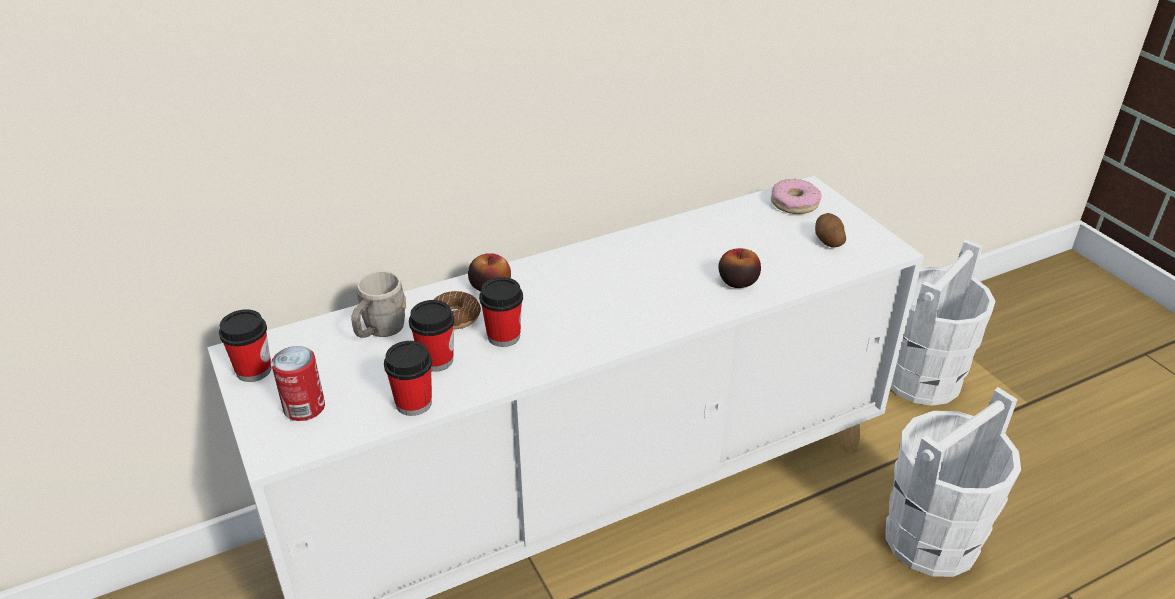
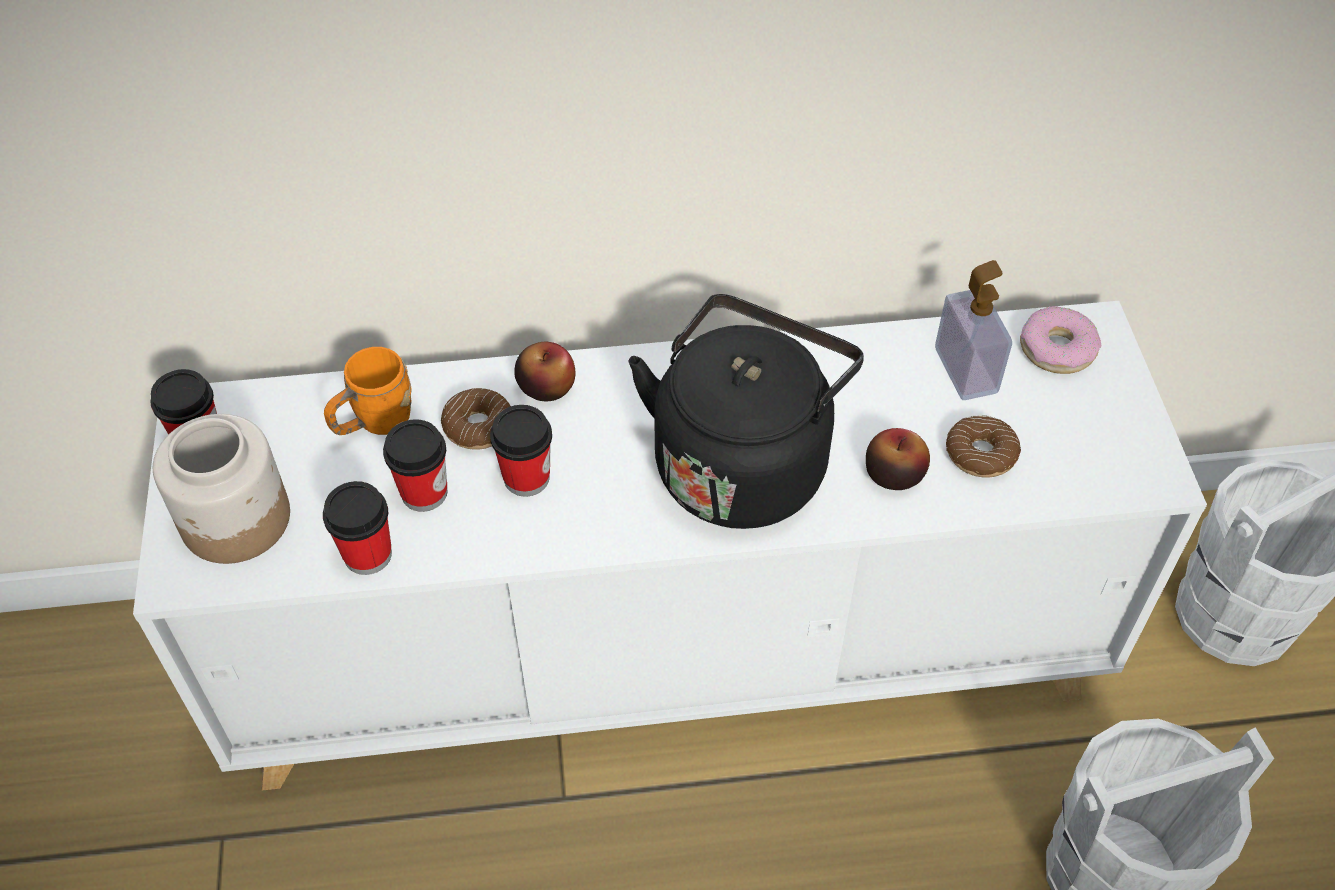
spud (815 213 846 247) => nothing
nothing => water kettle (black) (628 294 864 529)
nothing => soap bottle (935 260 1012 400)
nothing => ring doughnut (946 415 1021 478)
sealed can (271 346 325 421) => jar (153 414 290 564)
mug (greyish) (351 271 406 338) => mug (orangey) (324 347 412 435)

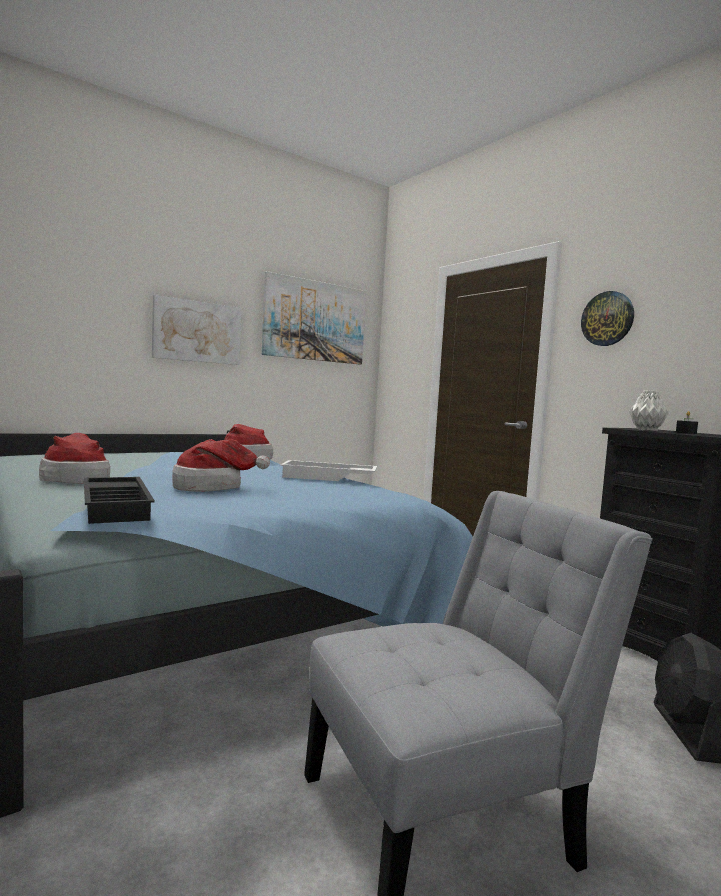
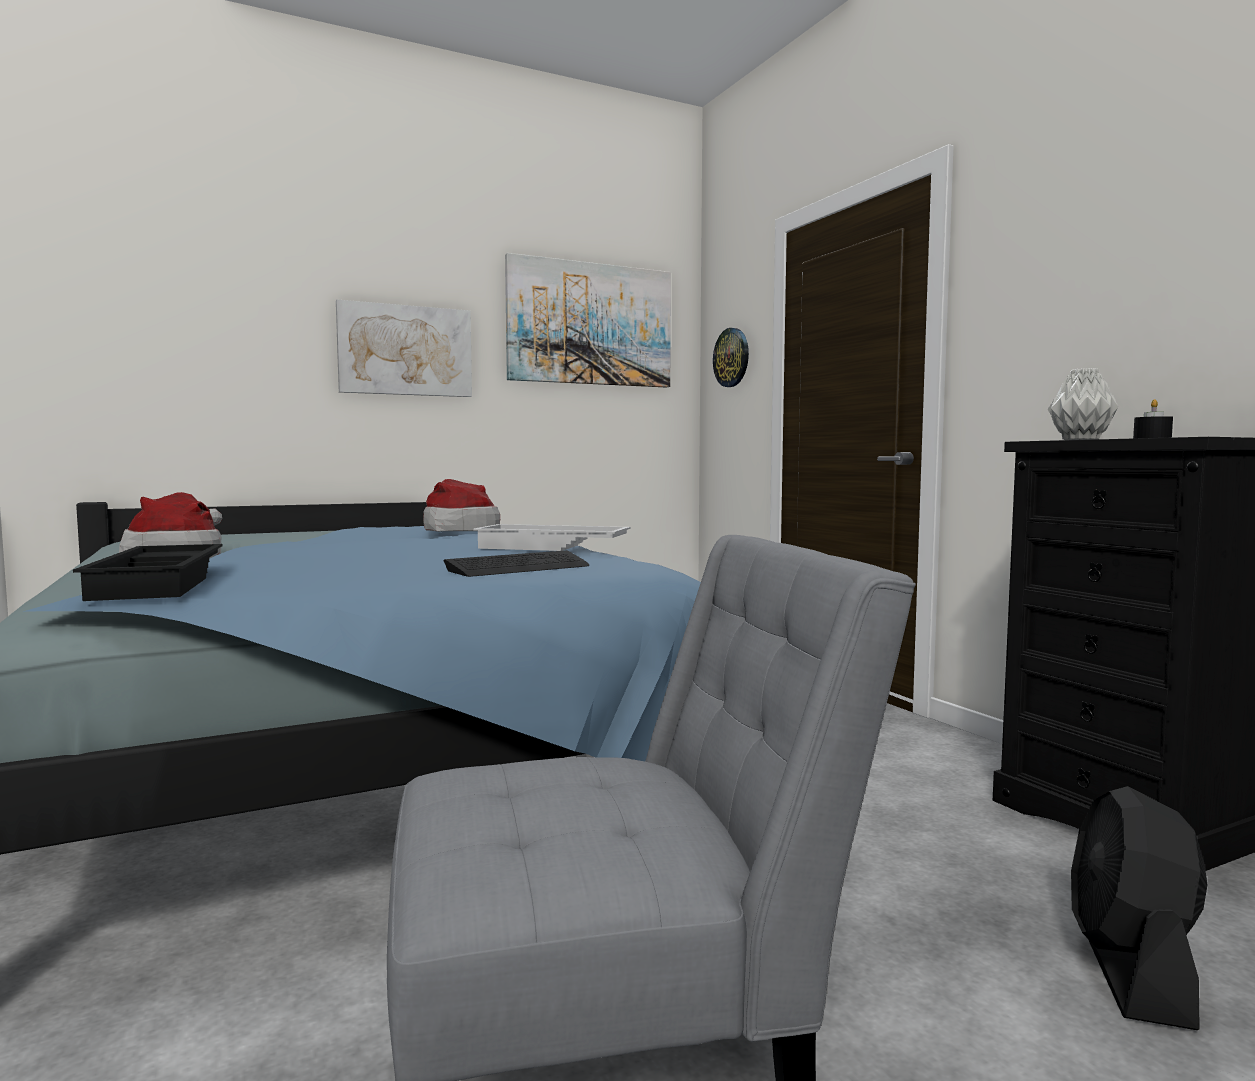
hat (172 439 270 492) => nothing
nothing => keyboard (444 550 589 577)
hanging clock (581 291 634 346) => hanging clock (713 328 749 387), relocated

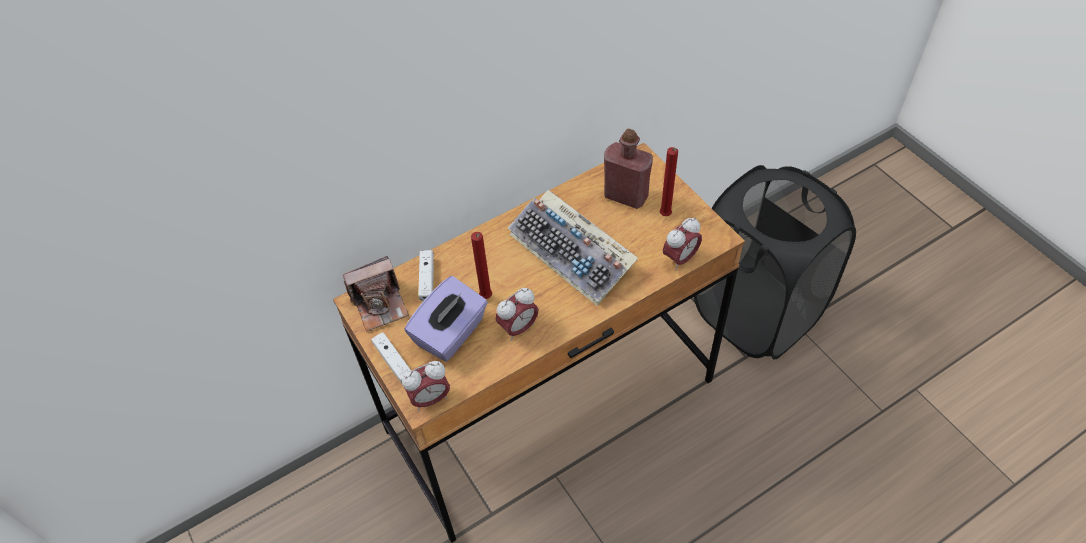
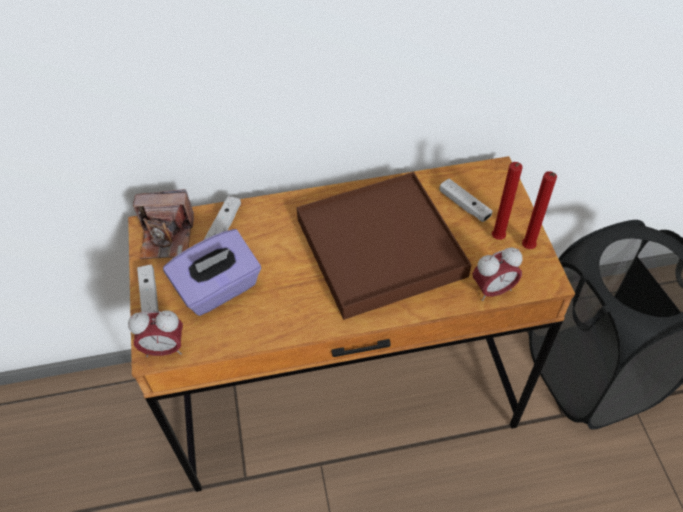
alarm clock (496 288 539 341) => nothing
wax light (reddish) (471 232 492 299) => wax light (reddish) (522 171 557 249), relocated
keyboard (508 190 638 306) => tray (brown) (296 172 471 320)
beverage bottle (reddish) (604 129 653 209) => joypad (white) (439 179 492 222)

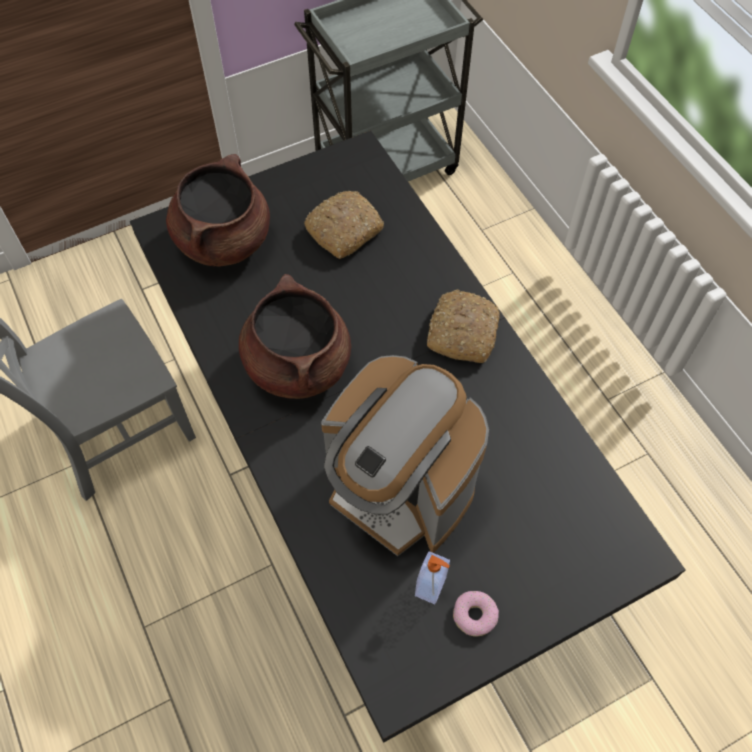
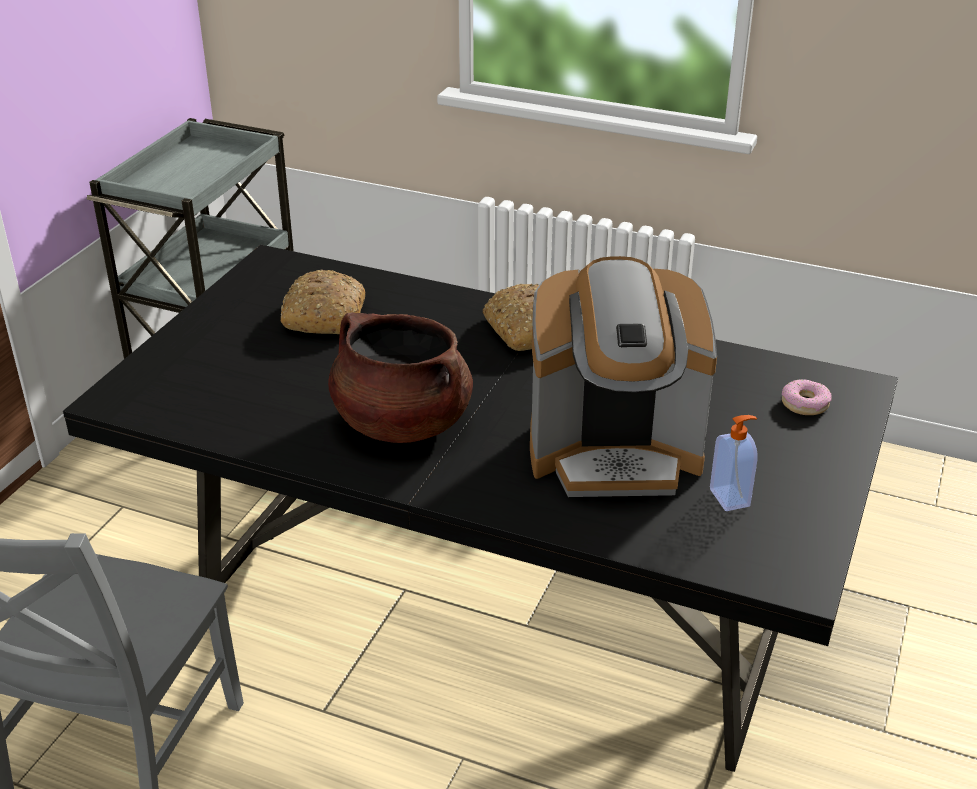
stockpot (brown) (166 154 270 266) => nothing
ring doughnut (453 591 499 636) => ring doughnut (782 379 832 415), relocated

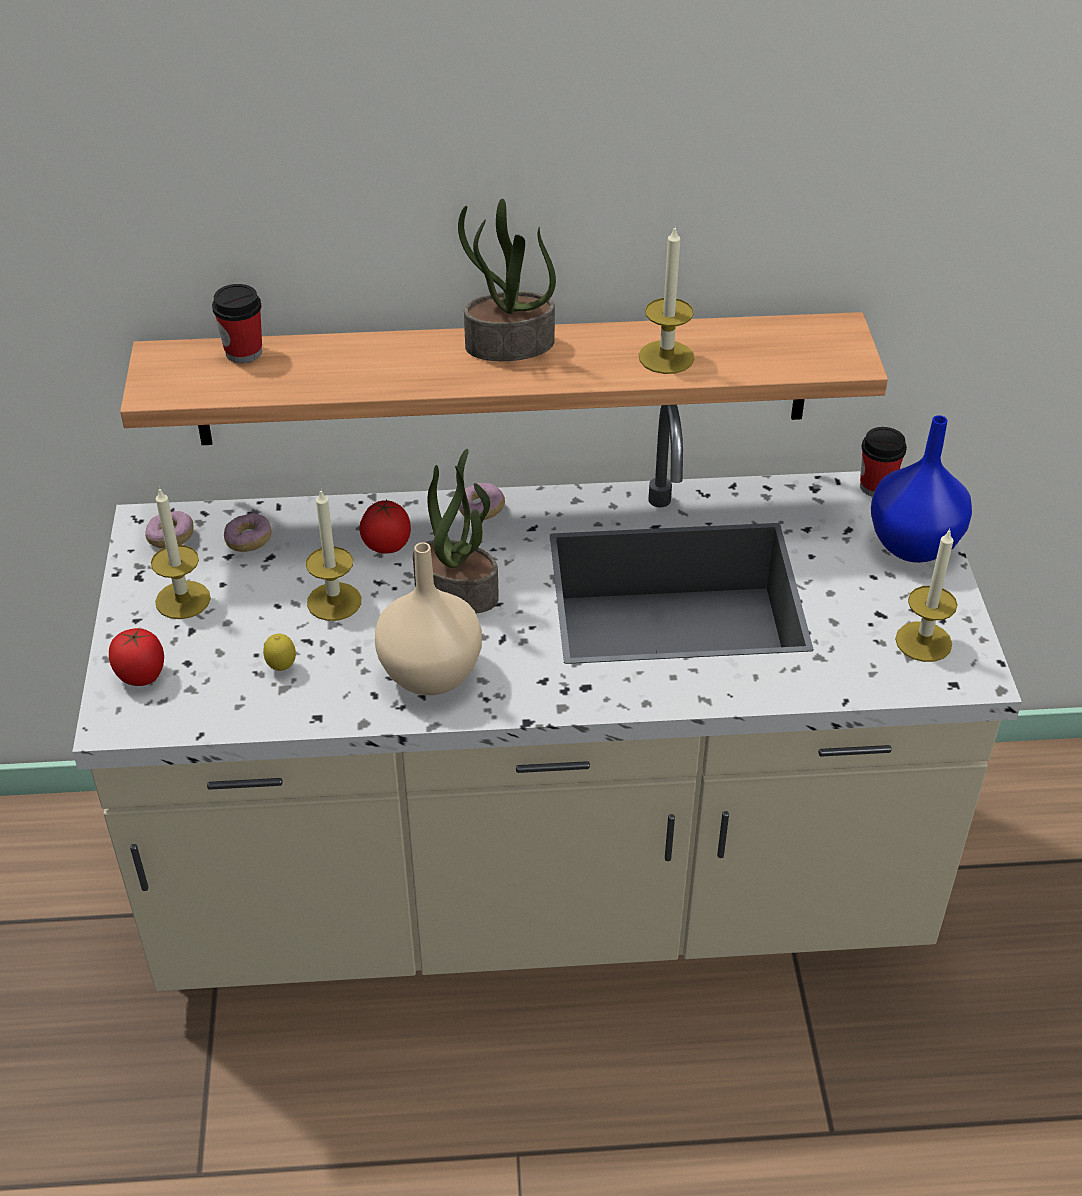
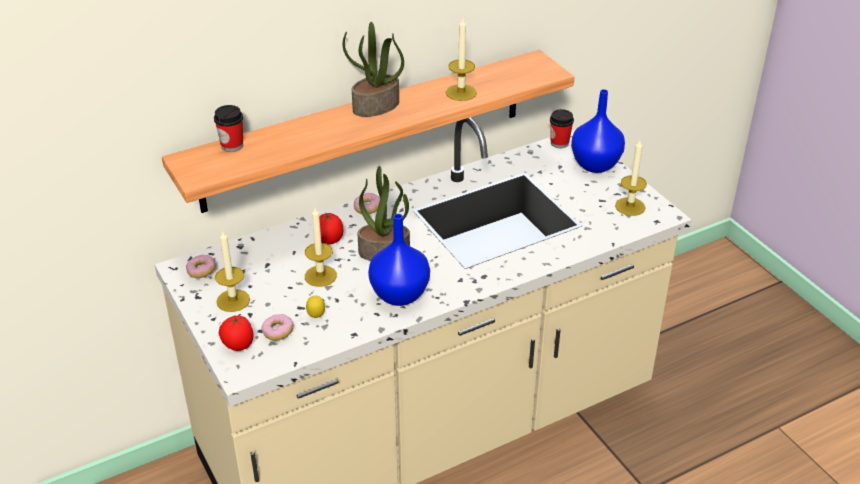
ring doughnut (224 513 272 552) => ring doughnut (262 314 294 341), relocated
vase (beige-coloured) (375 542 482 695) => vase (bluish) (368 214 430 306)

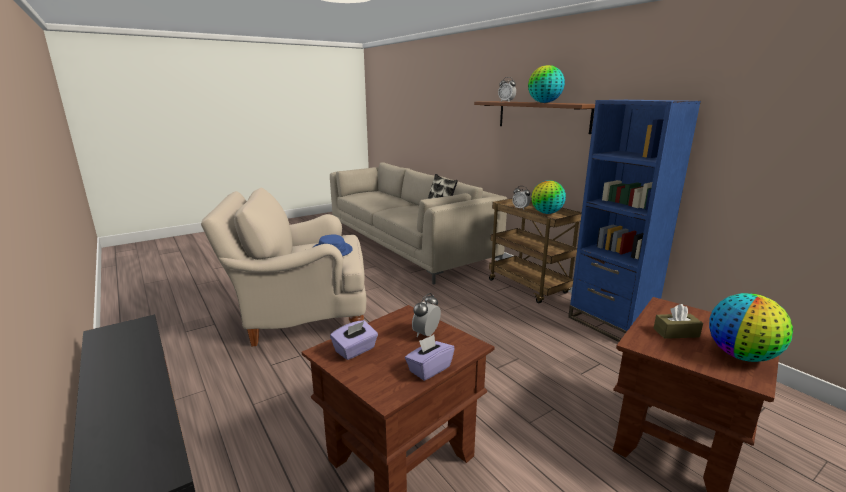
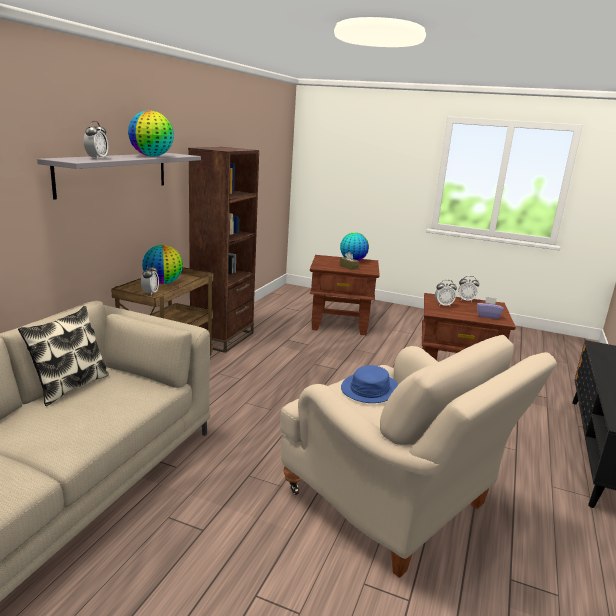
box of tissues (purple) (405 335 455 381) => alarm clock (458 276 479 302)
shelf (brown) (474 101 595 134) => shelf (greyish) (37 153 201 200)
bookshelf (bluish) (568 100 701 342) => bookshelf (brown) (188 147 259 353)

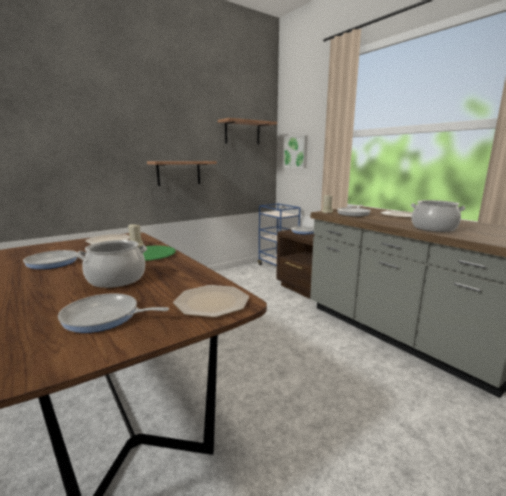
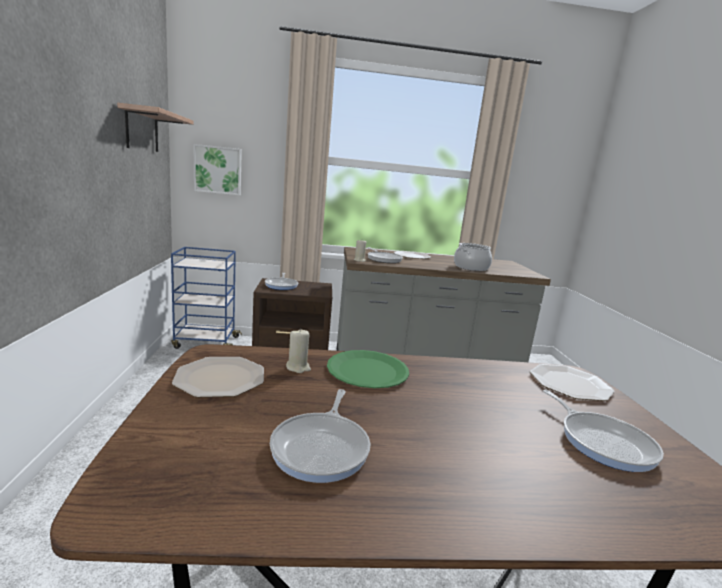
stockpot (77 240 147 288) => nothing
shelf (147 161 217 186) => nothing
skillet (58 293 169 333) => skillet (543 390 664 472), 60 degrees counterclockwise

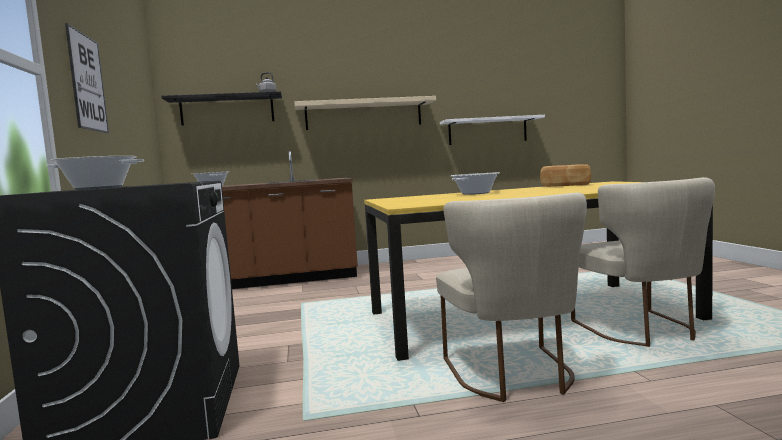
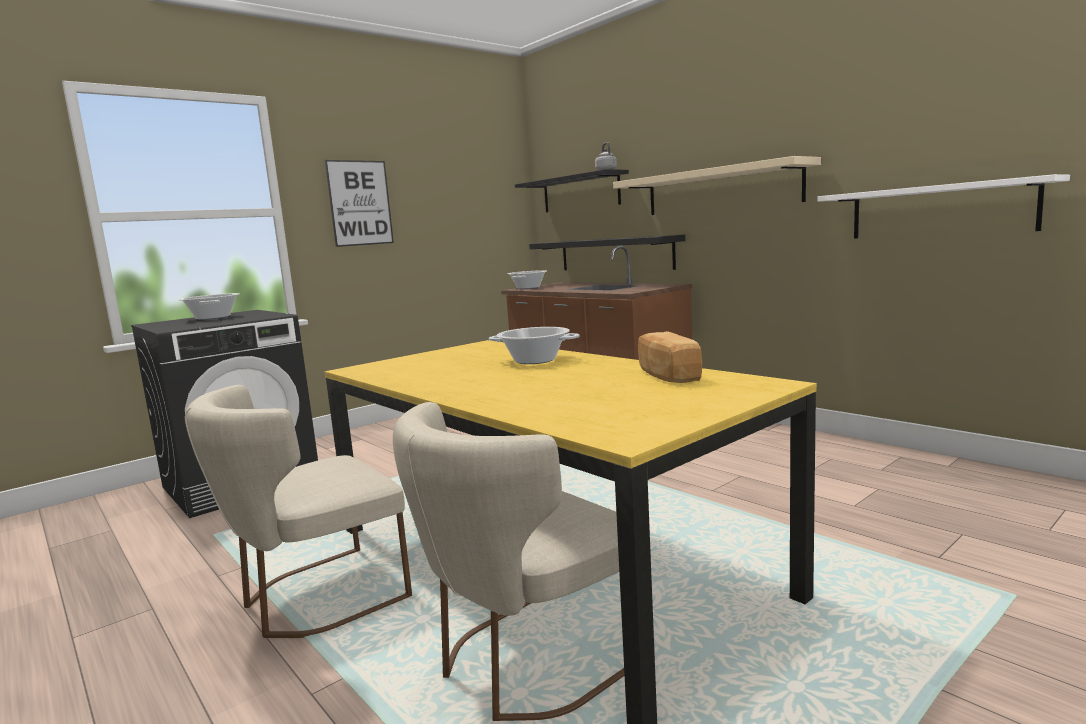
nothing => shelf (black) (529 235 685 270)

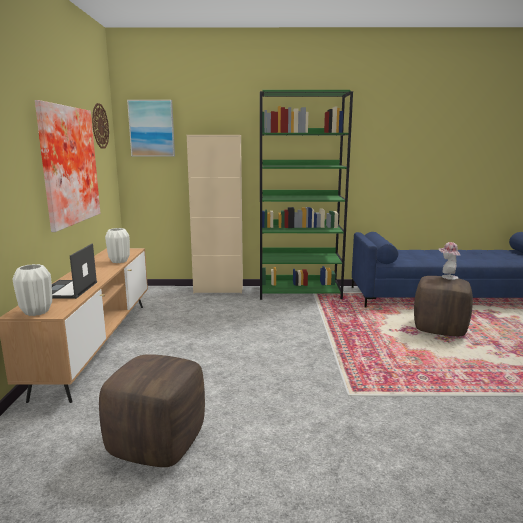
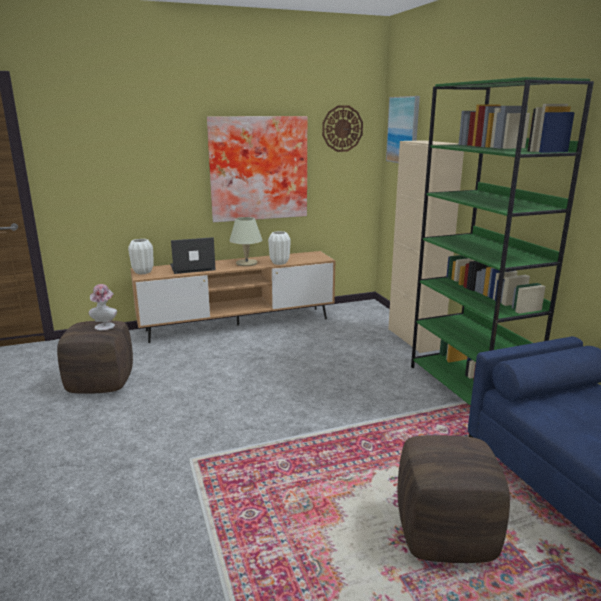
nothing => tabletop lamp (beige-coloured) (229 217 262 266)
hat (438 242 460 280) => hat (89 284 117 330), relocated

